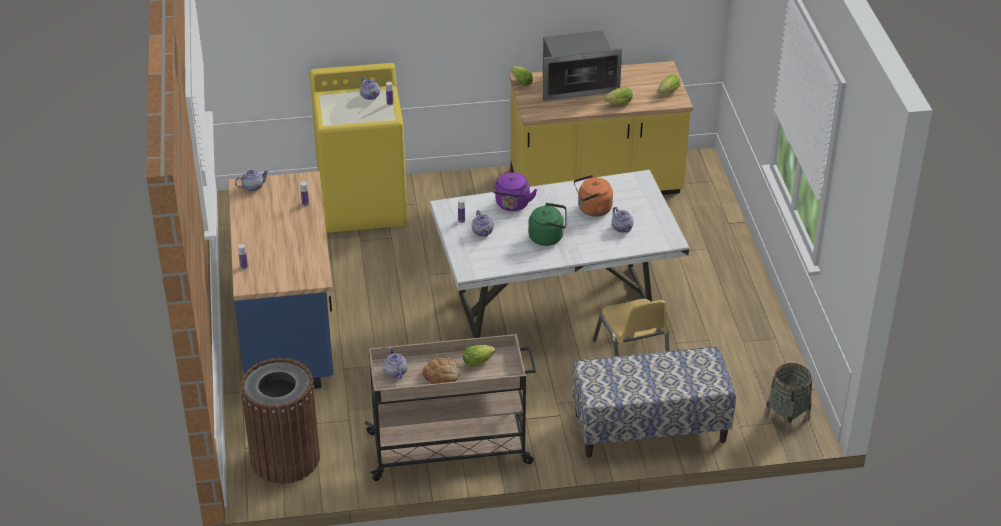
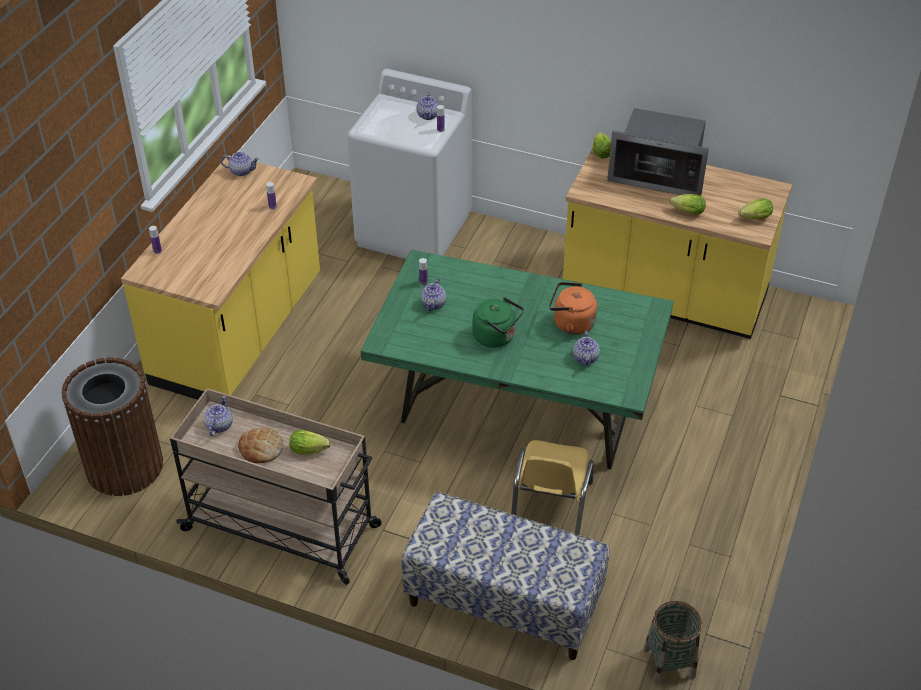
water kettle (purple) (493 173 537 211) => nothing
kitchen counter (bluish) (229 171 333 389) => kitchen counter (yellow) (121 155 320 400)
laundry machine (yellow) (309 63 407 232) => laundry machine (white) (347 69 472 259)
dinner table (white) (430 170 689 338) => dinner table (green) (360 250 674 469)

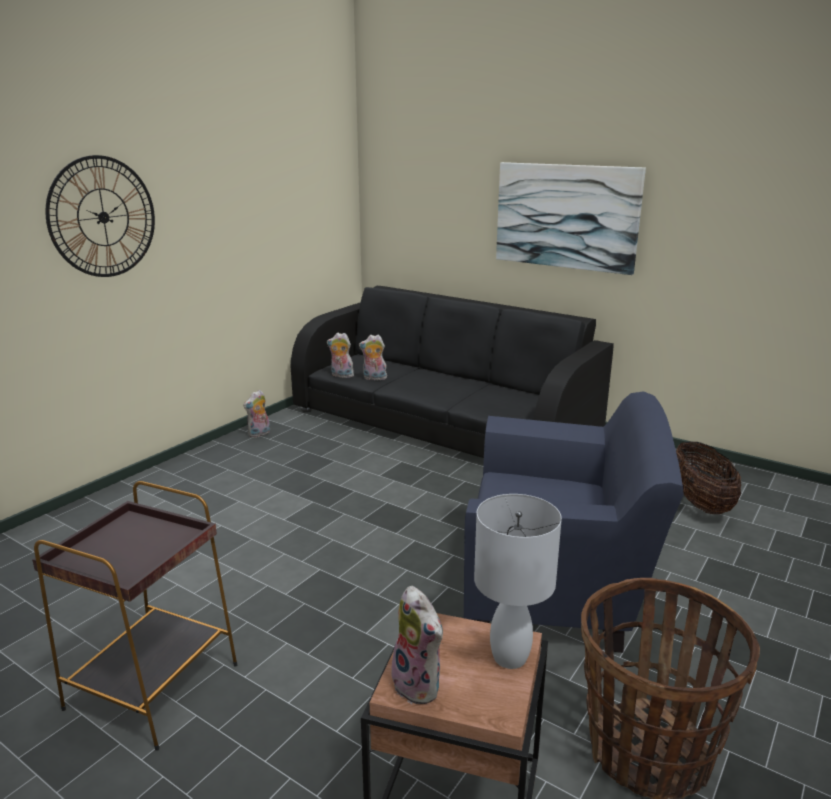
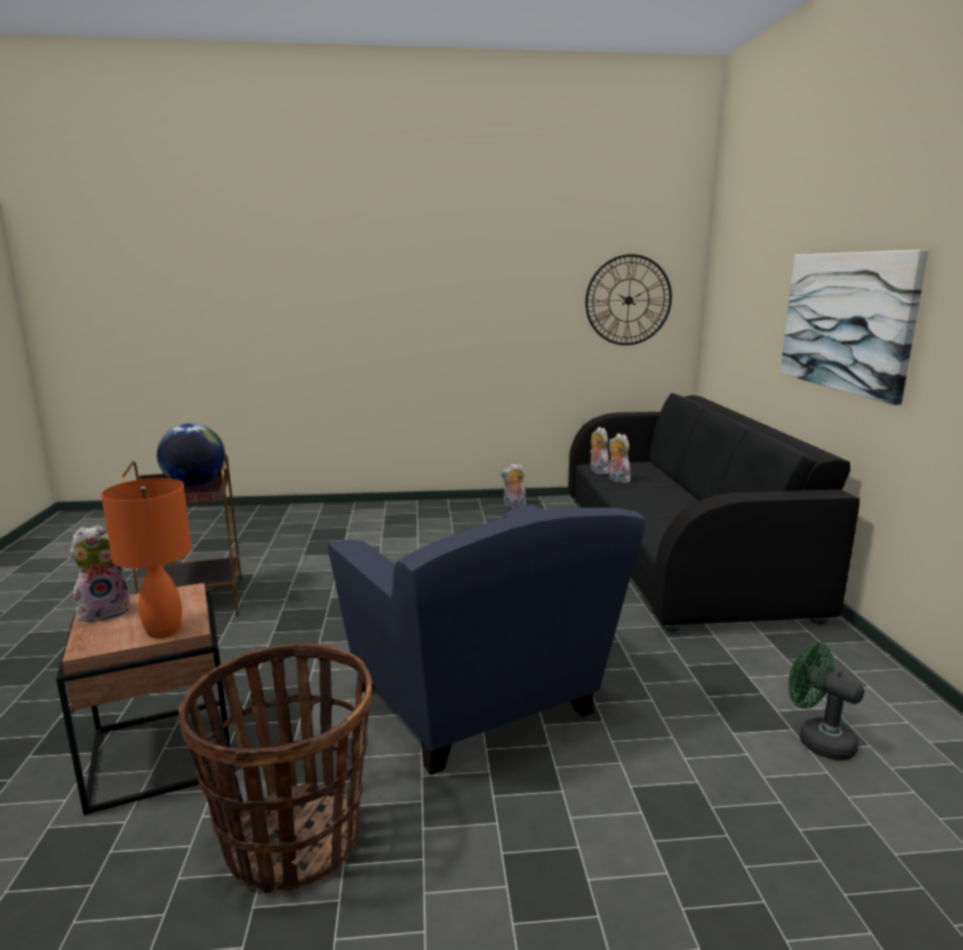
nothing => world globe (157 423 225 486)
hanging clock (45 155 155 277) => hanging clock (585 254 672 345), relocated
storage basket (676 441 741 514) => cooling fan (green) (789 642 864 761)
tabletop lamp (white) (474 494 562 669) => tabletop lamp (orangey) (101 478 192 638)
plush toy (391 586 443 704) => plush toy (69 525 130 622), 135 degrees counterclockwise

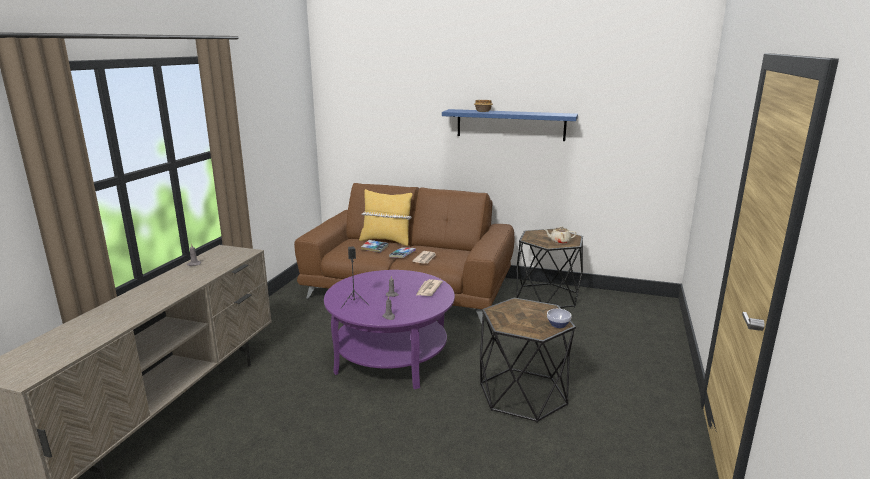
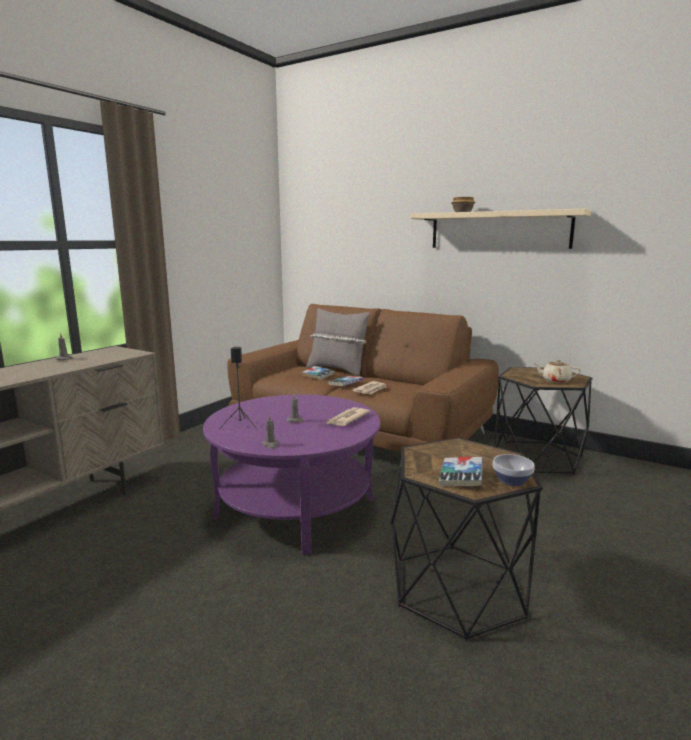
nothing => bound book (439 457 483 486)
cushion (yellow) (359 189 413 246) => cushion (greyish) (306 308 370 377)
shelf (bluish) (442 109 578 141) => shelf (beige-coloured) (410 209 591 249)

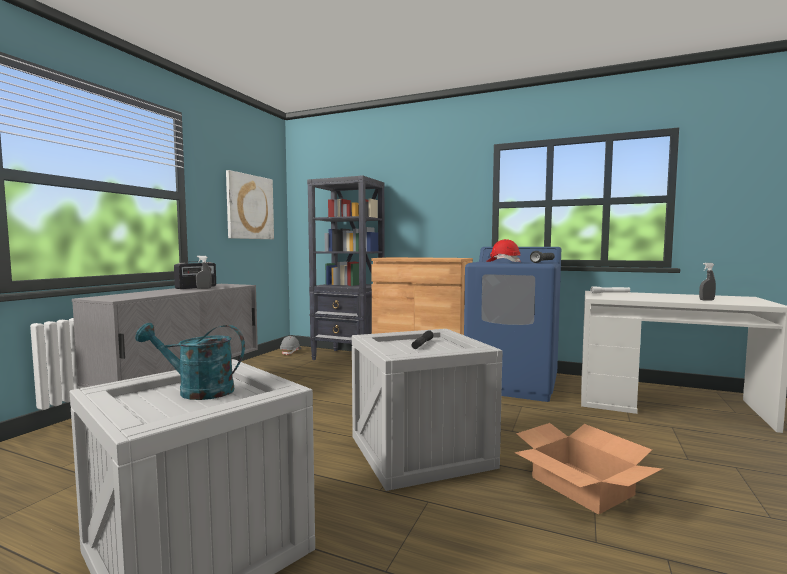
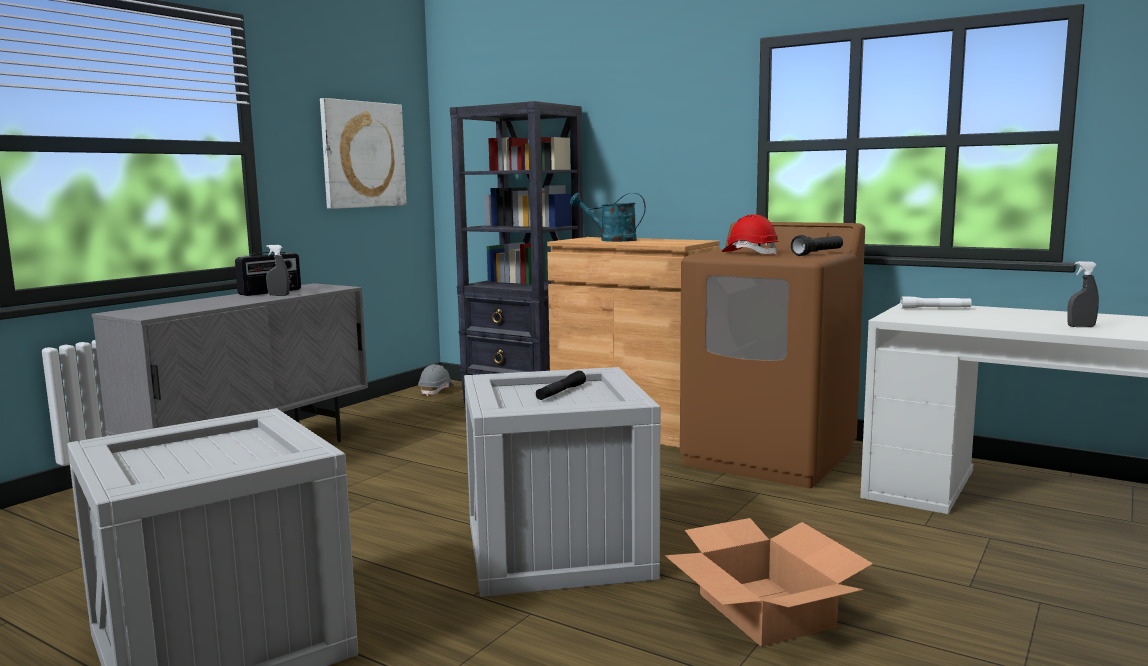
watering can (turquoise) (135 323 245 400) => watering can (turquoise) (570 193 646 242), relocated
laundry machine (bluish) (464 247 561 402) => laundry machine (brown) (680 222 865 488)

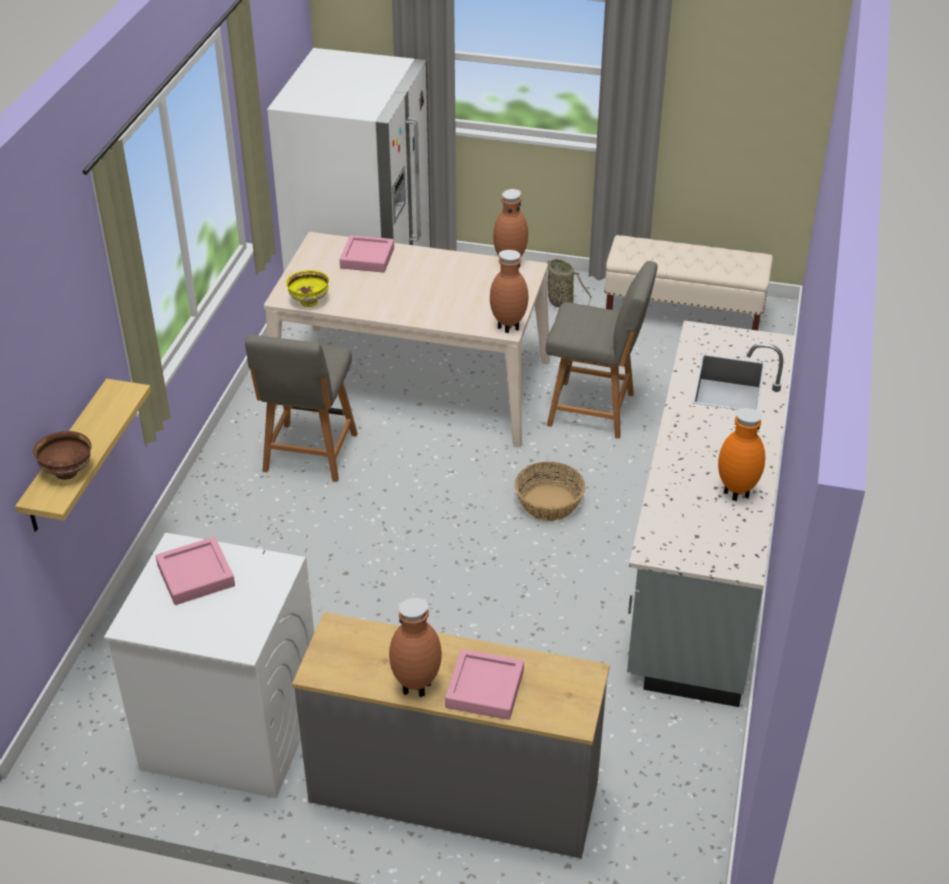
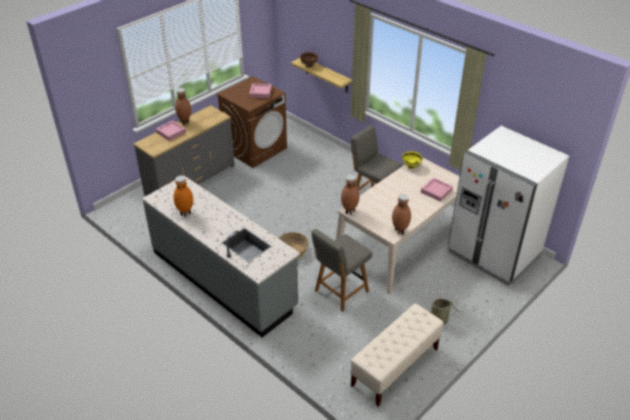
laundry machine (white) (104 533 314 798) => laundry machine (brown) (217 76 287 168)

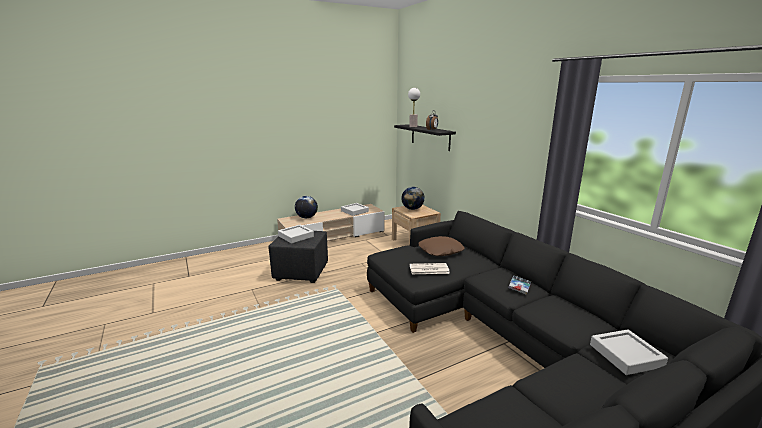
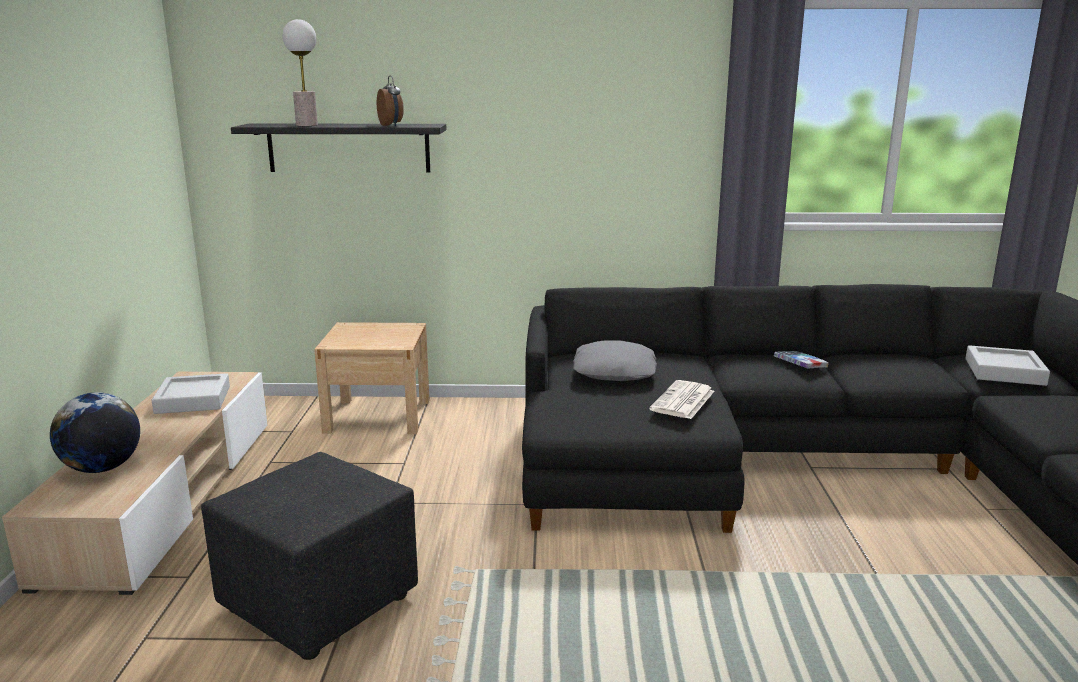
tray (greyish) (278 225 314 243) => nothing
world globe (401 187 425 210) => nothing
cushion (brown) (418 236 464 256) => cushion (greyish) (573 340 657 381)

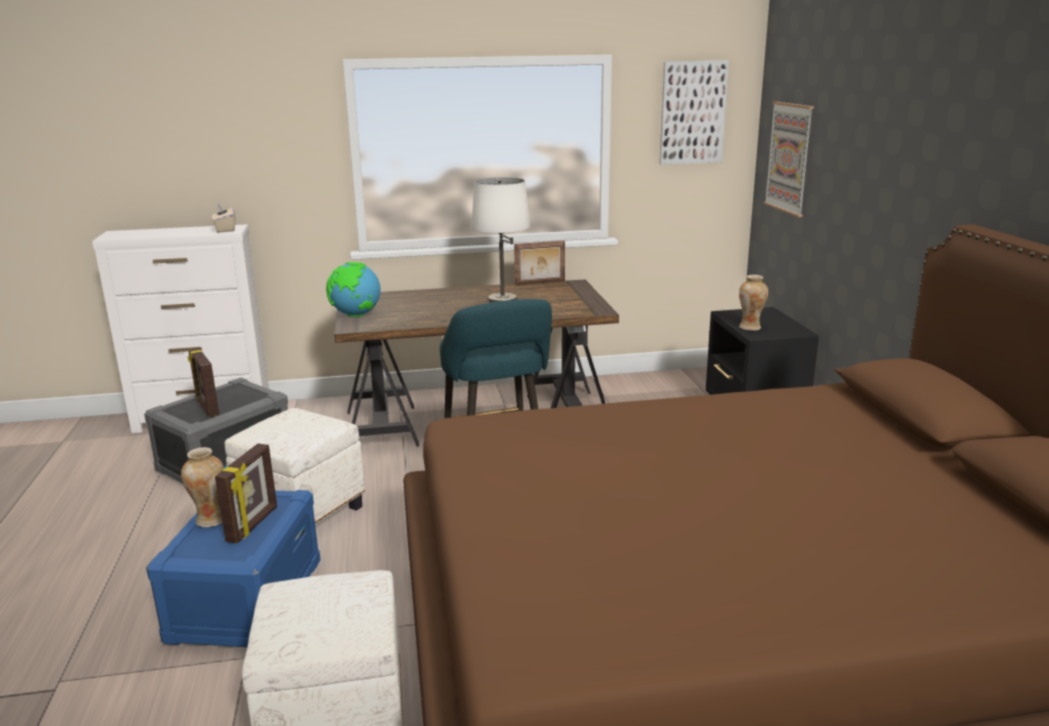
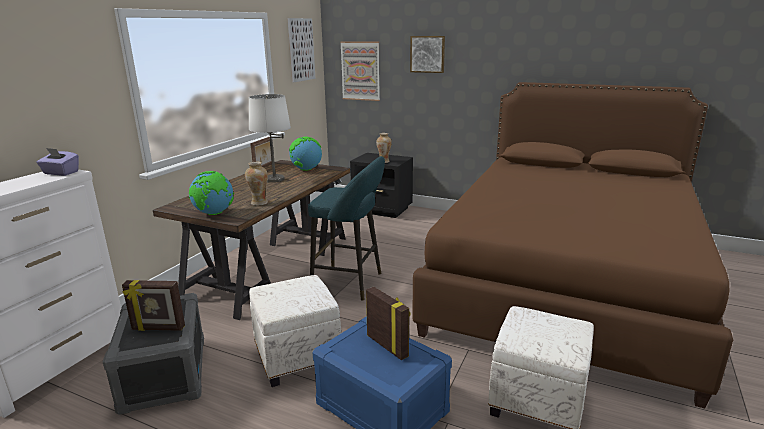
nothing => world globe (289 136 322 171)
nothing => wall picture (410 36 445 73)
vase (181 447 224 527) => vase (245 162 268 206), relocated
box of tissues (beige-coloured) (212 203 235 233) => box of tissues (purple) (36 148 79 176)

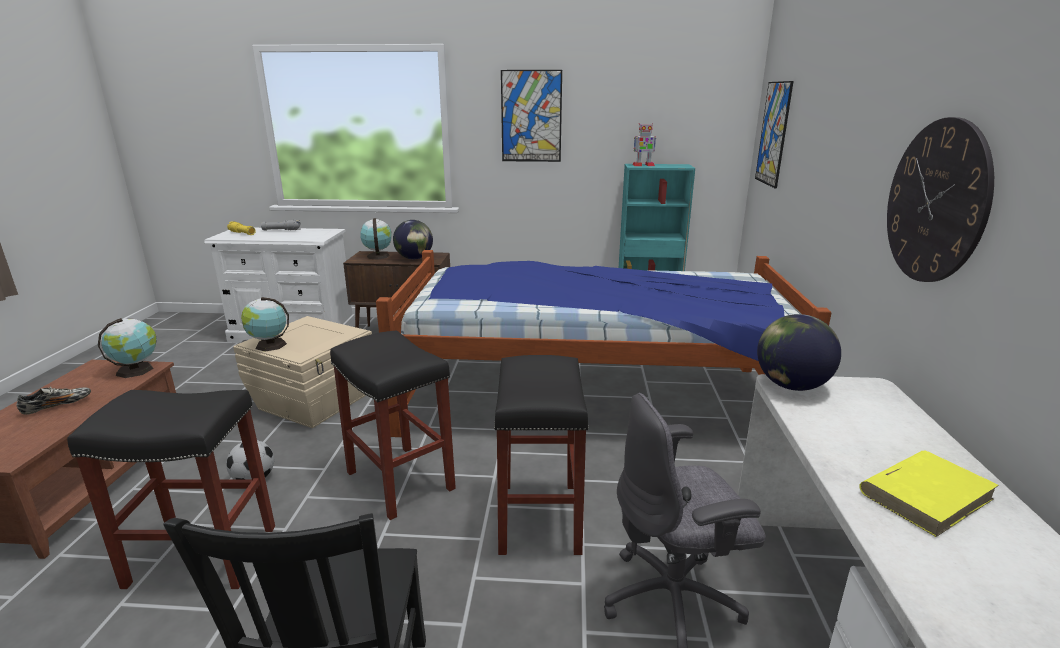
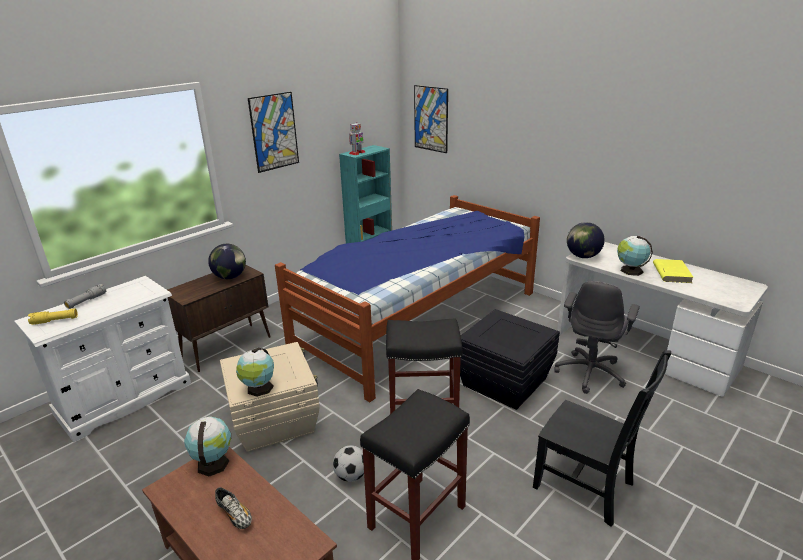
hanging clock (887 117 994 282) => nothing
world globe (360 218 392 260) => world globe (617 236 653 276), relocated
stool seat (black) (494 355 589 555) => storage bin (black) (460 309 560 410)
item of footwear (17 387 91 415) => item of footwear (215 487 252 529), 135 degrees clockwise

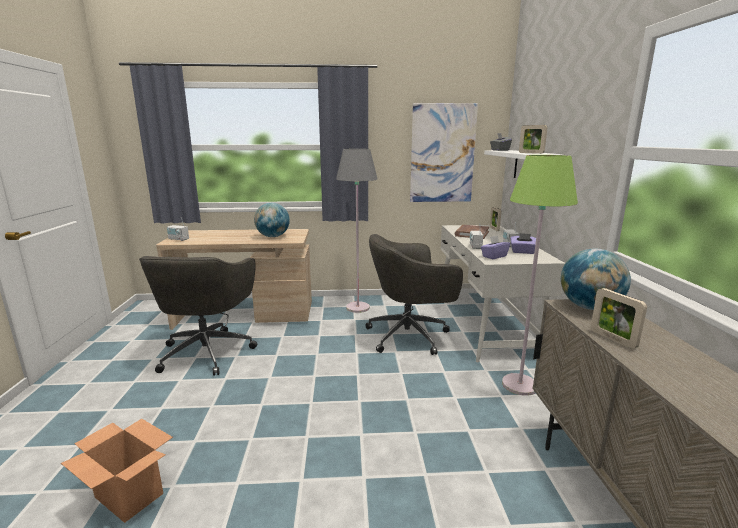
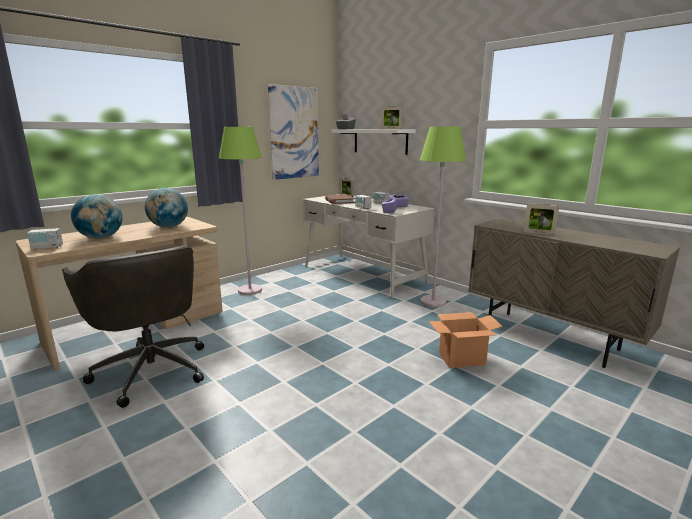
office chair (greyish) (365 234 463 355) => nothing
cardboard box (61 419 173 523) => cardboard box (429 312 503 368), relocated
world globe (561 248 631 310) => world globe (71 194 122 239), relocated
standard lamp (greyish) (336 149 378 313) => standard lamp (green) (219 127 262 295)

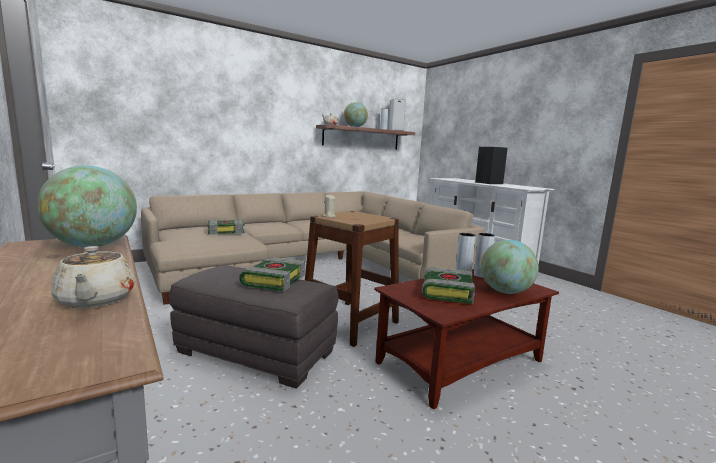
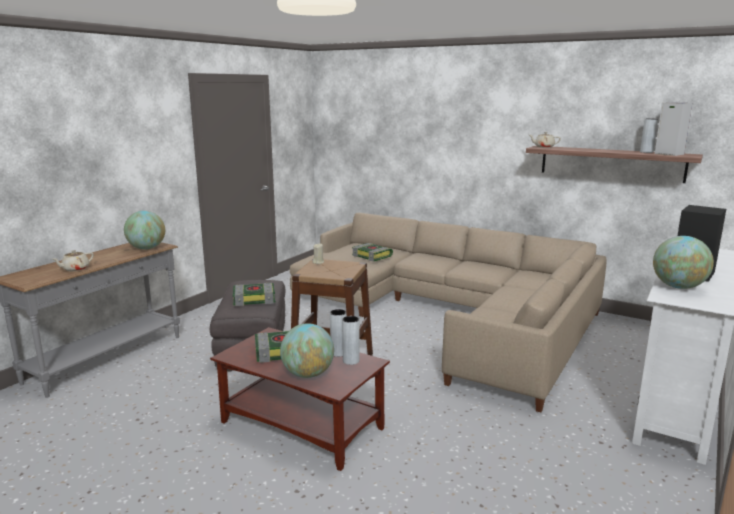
world globe (344 102 368 127) => world globe (653 236 714 289), relocated

